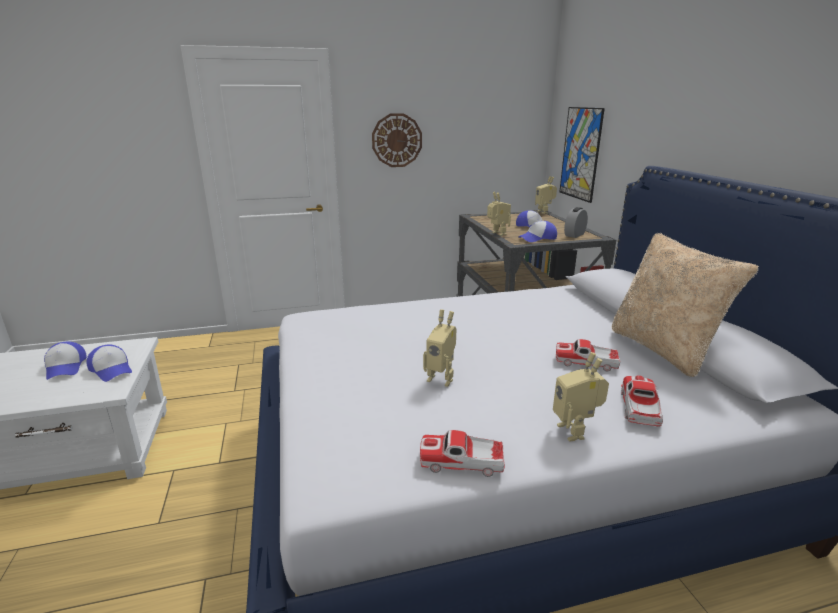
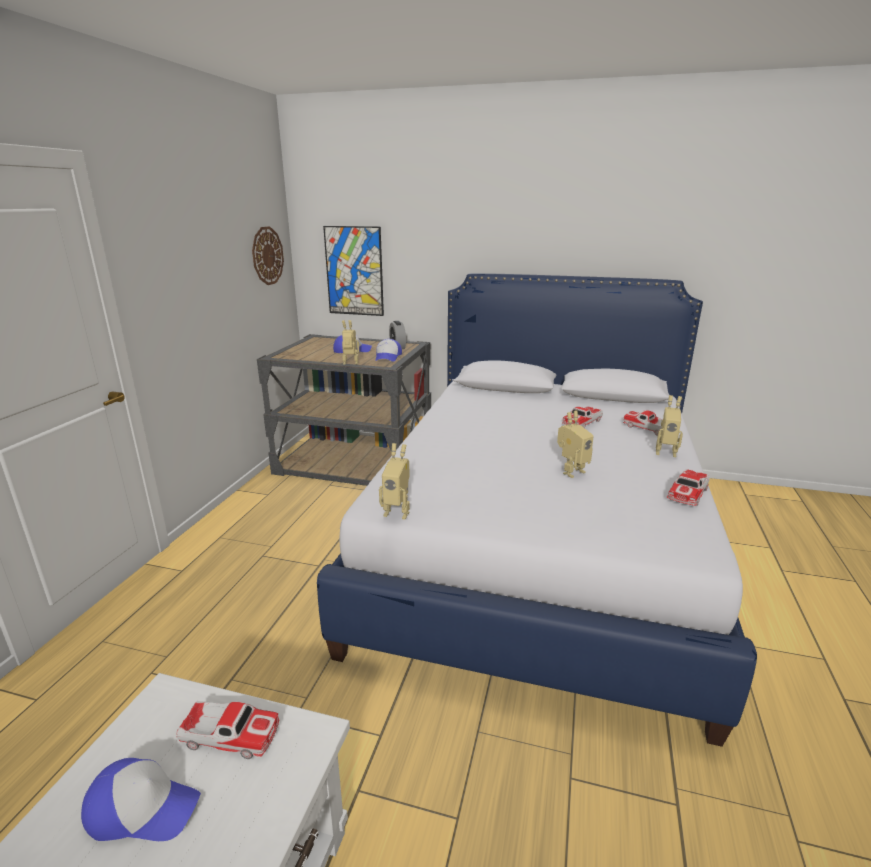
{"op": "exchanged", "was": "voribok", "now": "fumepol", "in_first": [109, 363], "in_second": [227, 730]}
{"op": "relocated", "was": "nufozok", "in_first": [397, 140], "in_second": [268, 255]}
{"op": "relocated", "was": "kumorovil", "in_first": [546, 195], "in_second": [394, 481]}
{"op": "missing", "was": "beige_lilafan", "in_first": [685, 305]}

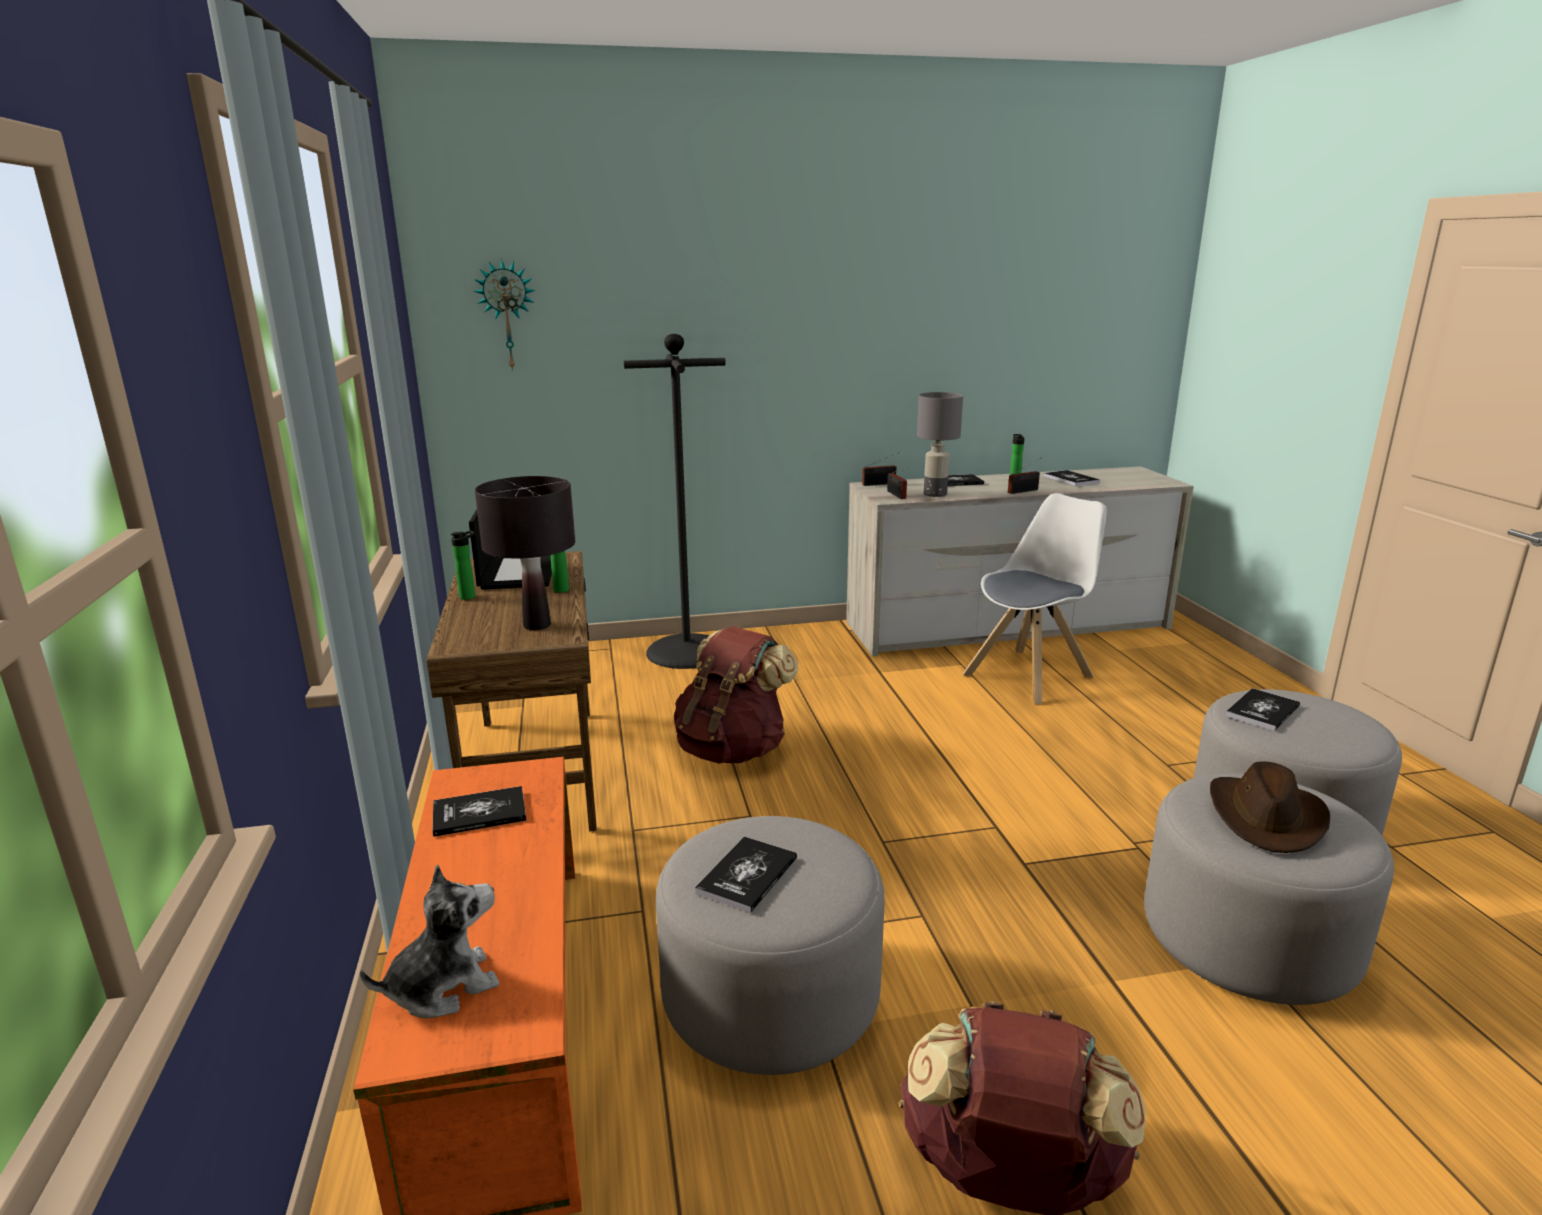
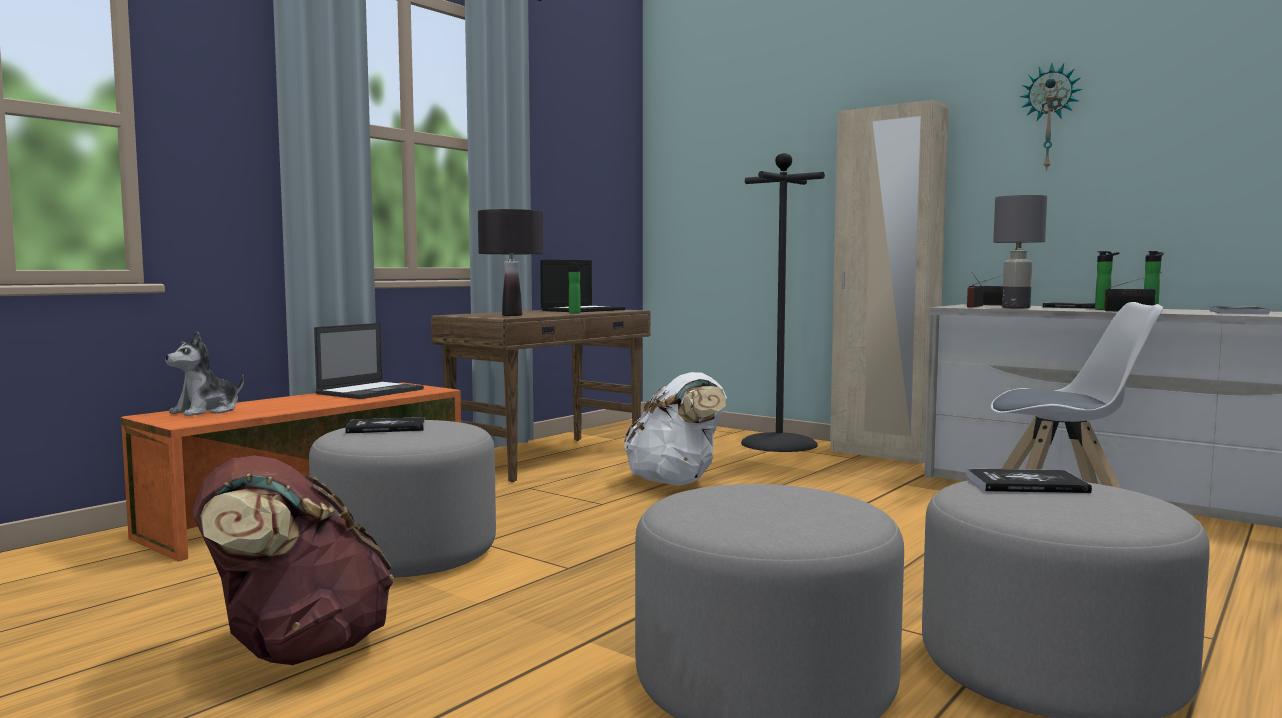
{"op": "spun", "was": "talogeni", "in_first": [429, 941], "in_second": [204, 373], "clockwise": 105}
{"op": "exchanged", "was": "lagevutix", "now": "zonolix", "in_first": [479, 811], "in_second": [369, 361]}
{"op": "colour", "was": "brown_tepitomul", "now": "white_tepitomul", "in_first": [736, 695], "in_second": [675, 429]}
{"op": "appeared", "now": "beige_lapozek", "in_second": [889, 282]}
{"op": "relocated", "was": "nufozok", "in_first": [504, 315], "in_second": [1050, 117]}
{"op": "relocated", "was": "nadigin", "in_first": [463, 565], "in_second": [1107, 280]}
{"op": "missing", "was": "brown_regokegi", "in_first": [1270, 807]}

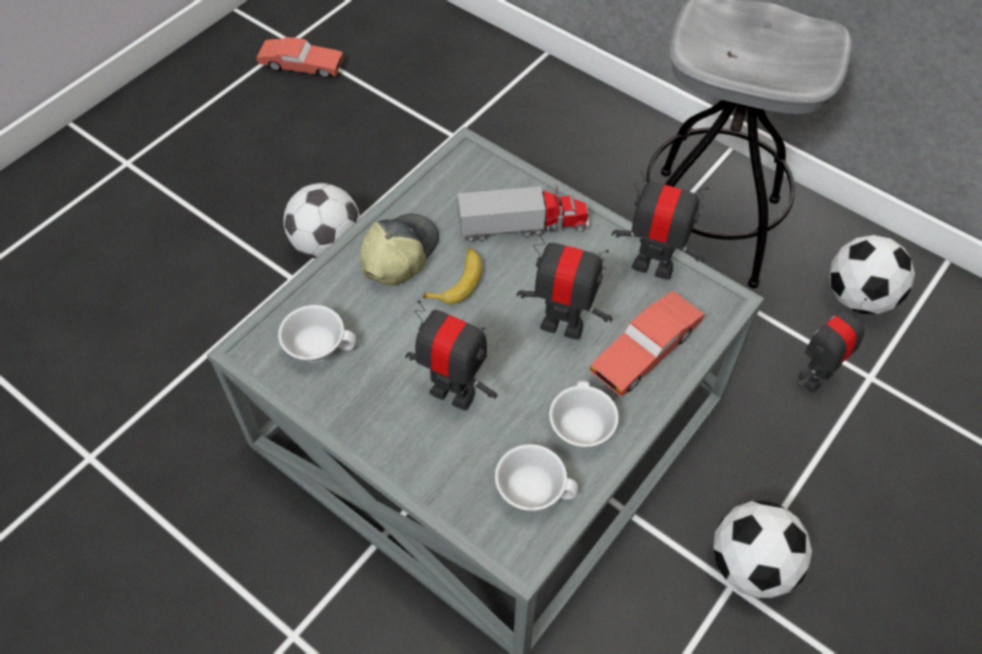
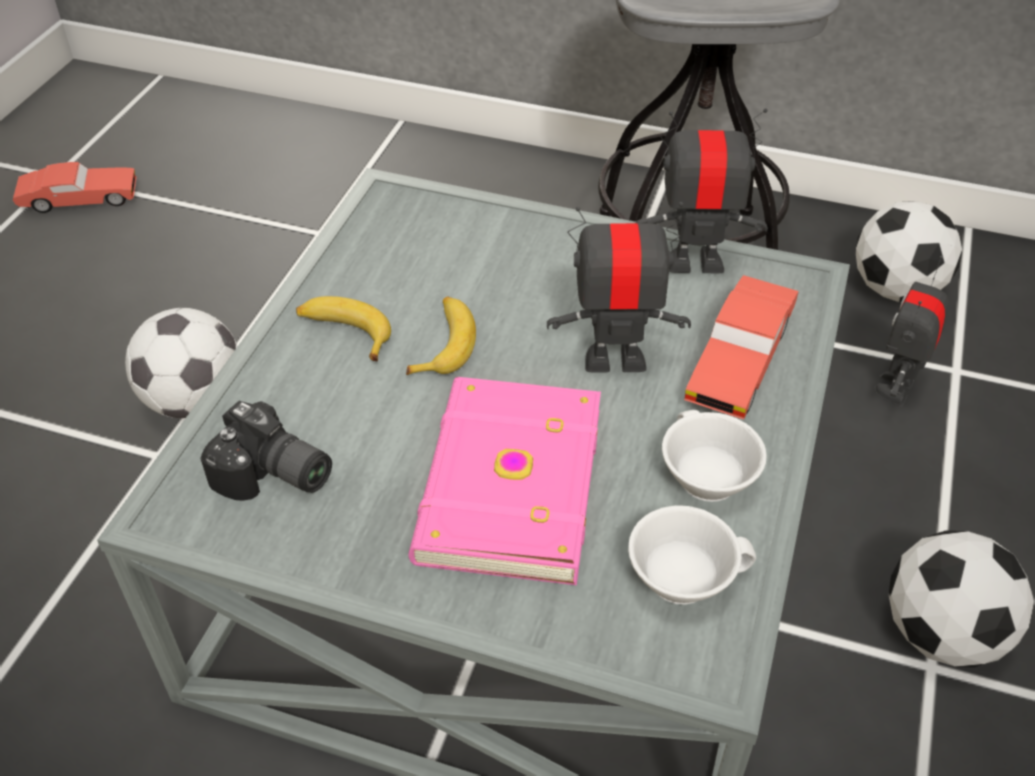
{"op": "exchanged", "was": "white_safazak", "now": "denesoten", "in_first": [317, 333], "in_second": [266, 450]}
{"op": "exchanged", "was": "voribok", "now": "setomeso", "in_first": [399, 250], "in_second": [343, 328]}
{"op": "exchanged", "was": "kumorovil", "now": "pink_lagevutix", "in_first": [451, 355], "in_second": [505, 481]}
{"op": "missing", "was": "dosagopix", "in_first": [523, 213]}

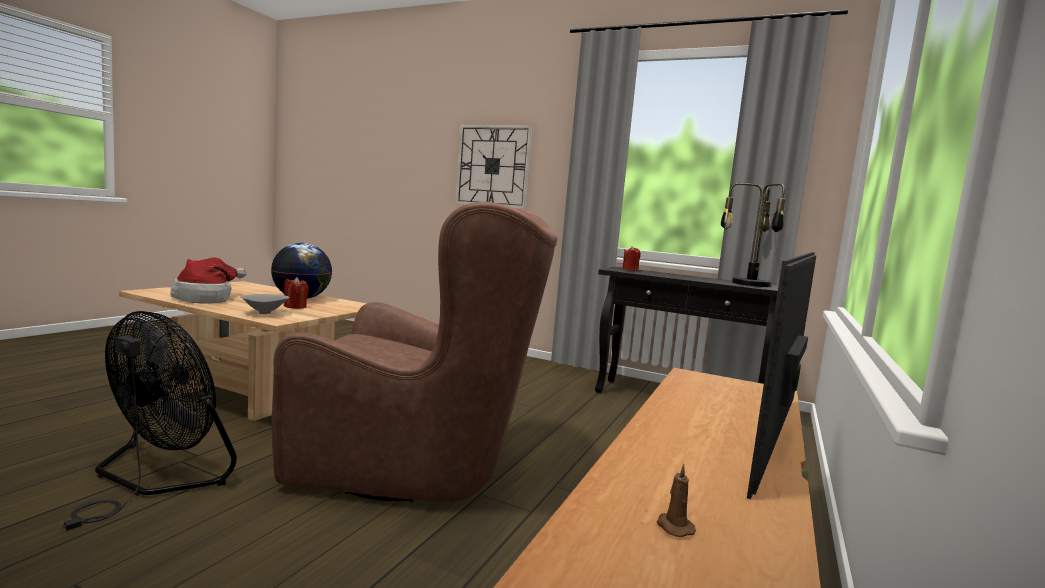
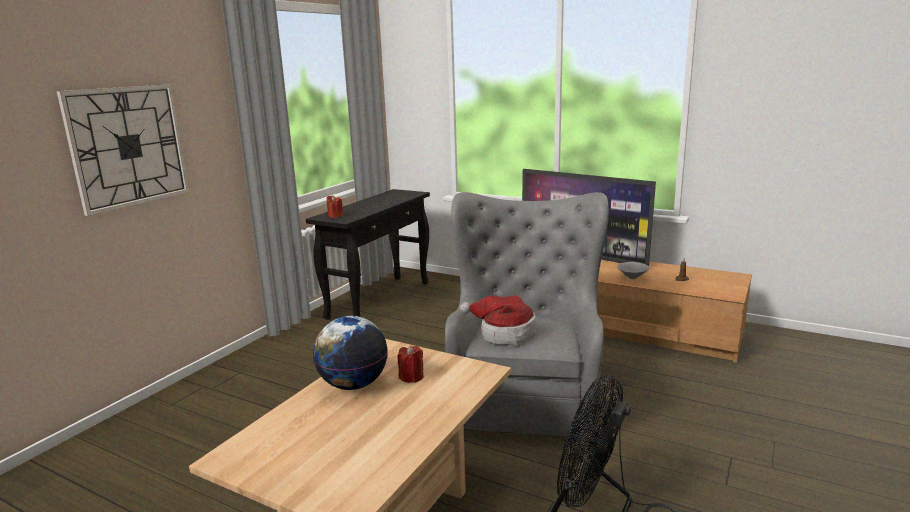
{"op": "colour", "was": "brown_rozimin", "now": "grey_rozimin", "in_first": [414, 352], "in_second": [527, 315]}
{"op": "relocated", "was": "regokegi", "in_first": [208, 280], "in_second": [498, 320]}
{"op": "relocated", "was": "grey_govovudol", "in_first": [264, 304], "in_second": [633, 270]}
{"op": "missing", "was": "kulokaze", "in_first": [753, 235]}

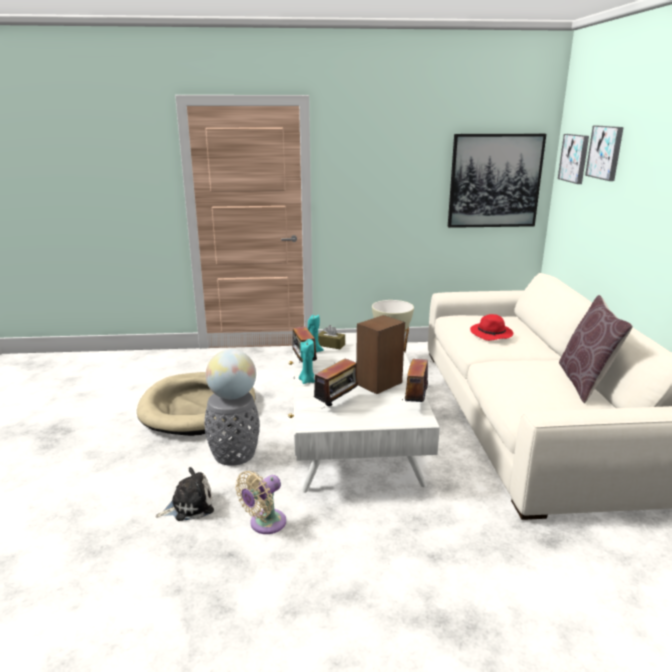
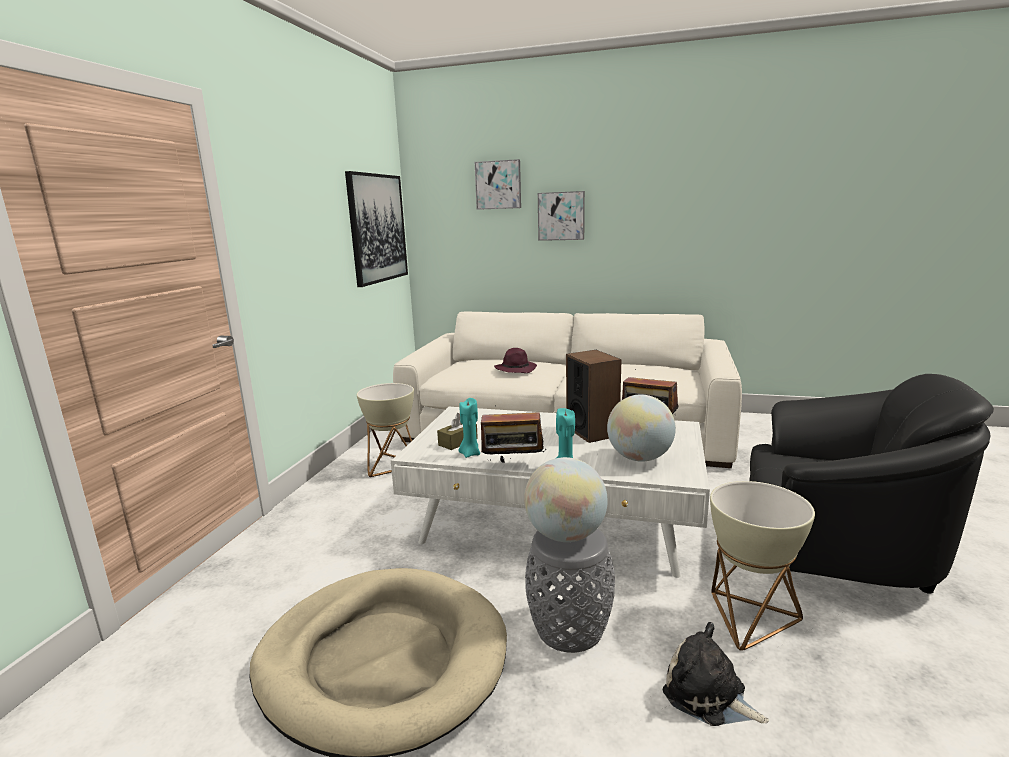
{"op": "colour", "was": "red_regokegi", "now": "purple_regokegi", "in_first": [491, 327], "in_second": [515, 360]}
{"op": "relocated", "was": "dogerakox", "in_first": [573, 159], "in_second": [561, 216]}
{"op": "exchanged", "was": "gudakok", "now": "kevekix", "in_first": [337, 383], "in_second": [641, 428]}
{"op": "spun", "was": "talogeni", "in_first": [184, 494], "in_second": [716, 674], "clockwise": -45}
{"op": "exchanged", "was": "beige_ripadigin", "now": "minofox", "in_first": [260, 502], "in_second": [762, 566]}
{"op": "appeared", "now": "black_rozimin", "in_second": [871, 484]}
{"op": "missing", "was": "brown_lilafan", "in_first": [596, 349]}

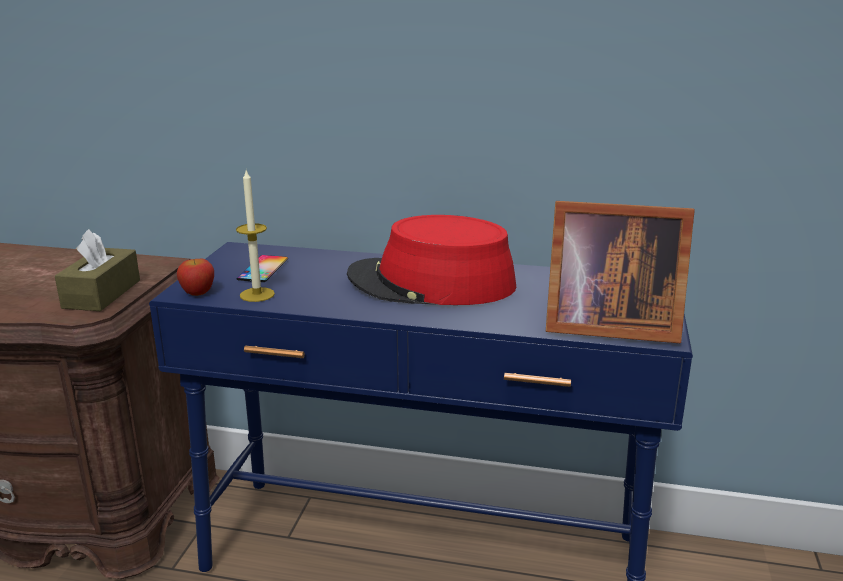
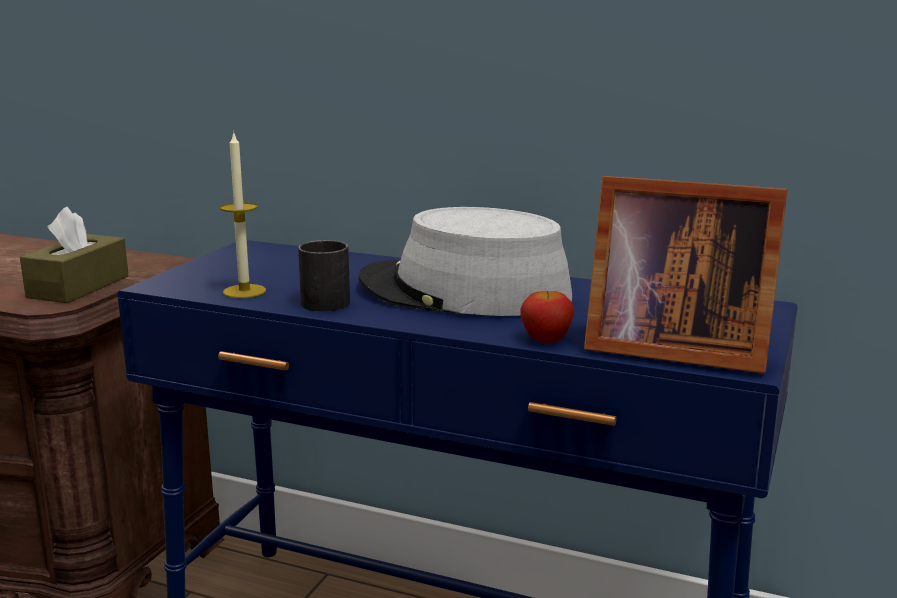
{"op": "appeared", "now": "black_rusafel", "in_second": [324, 276]}
{"op": "colour", "was": "red_regokegi", "now": "grey_regokegi", "in_first": [431, 260], "in_second": [465, 261]}
{"op": "relocated", "was": "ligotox", "in_first": [195, 277], "in_second": [547, 317]}
{"op": "missing", "was": "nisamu", "in_first": [262, 268]}

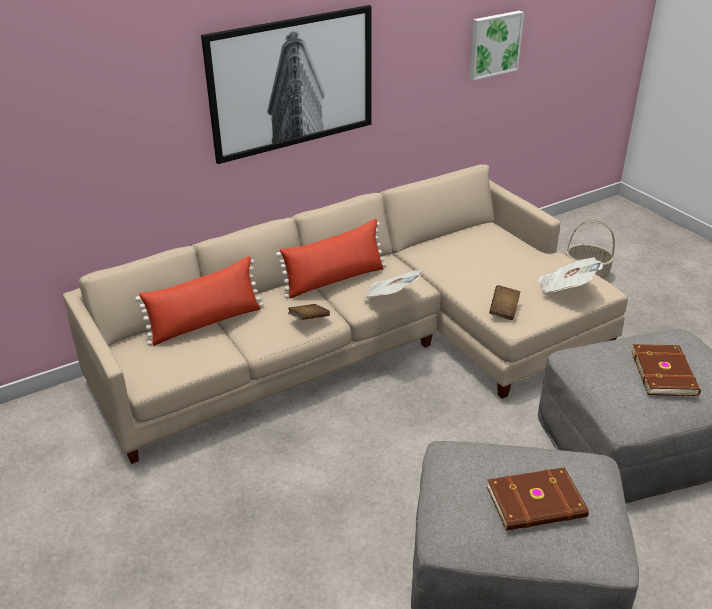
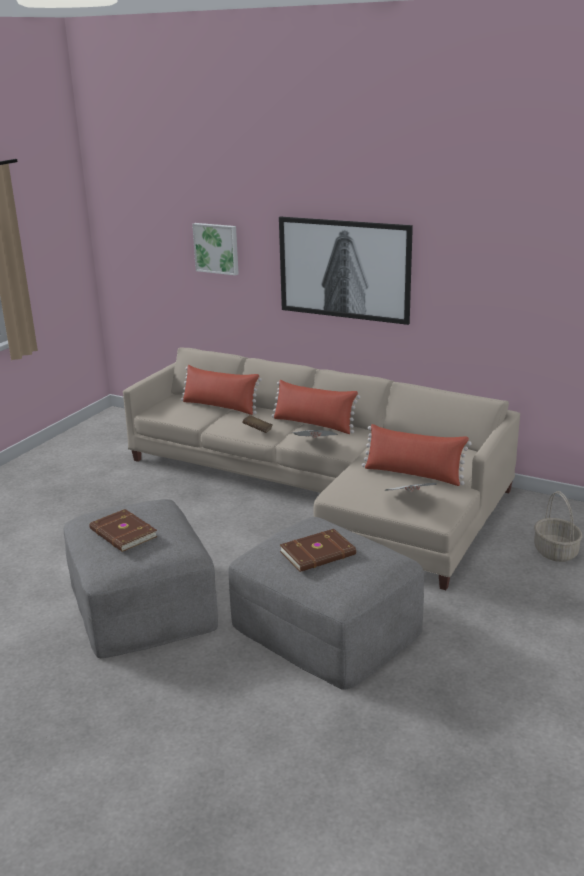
{"op": "relocated", "was": "dogerakox", "in_first": [496, 45], "in_second": [215, 249]}
{"op": "appeared", "now": "red_lilafan", "in_second": [417, 455]}
{"op": "missing", "was": "brown_lagevutix", "in_first": [504, 302]}

